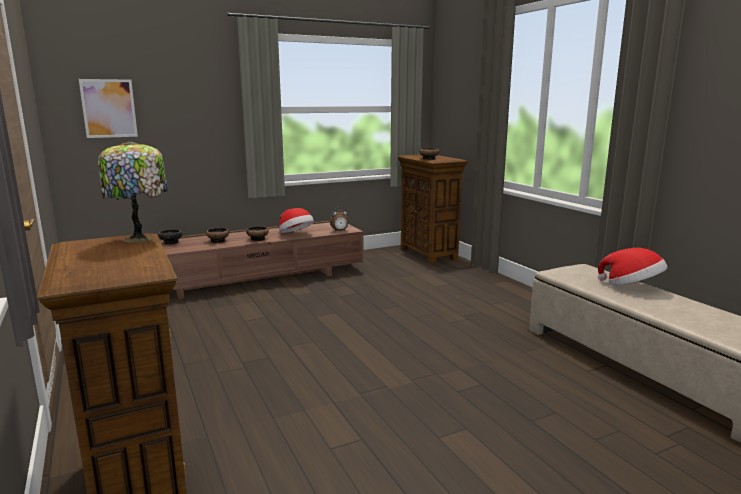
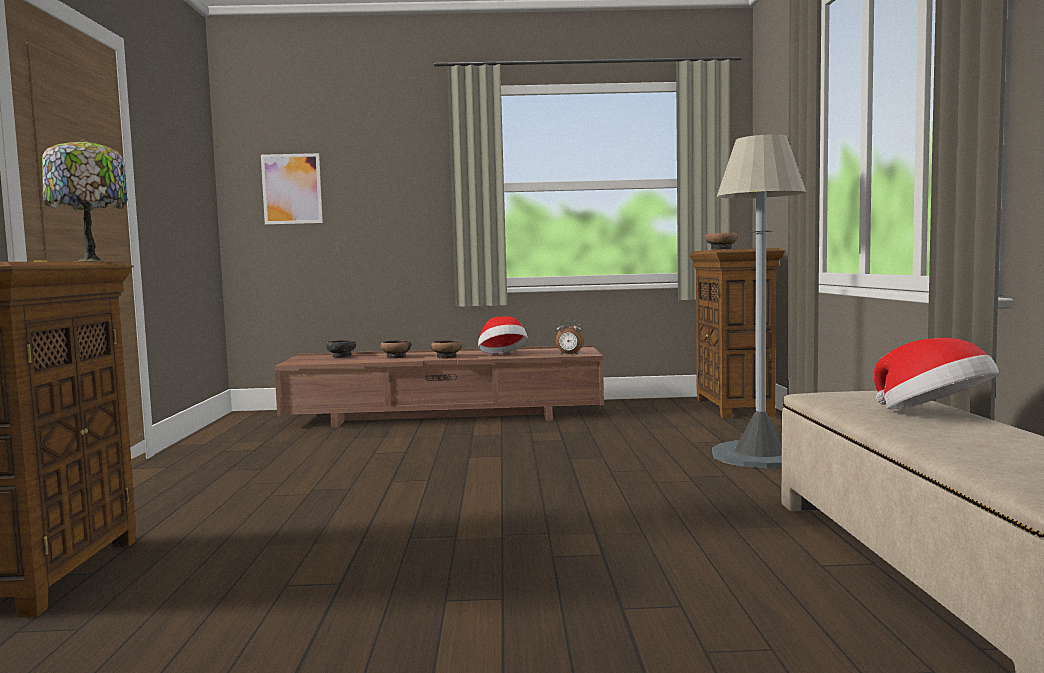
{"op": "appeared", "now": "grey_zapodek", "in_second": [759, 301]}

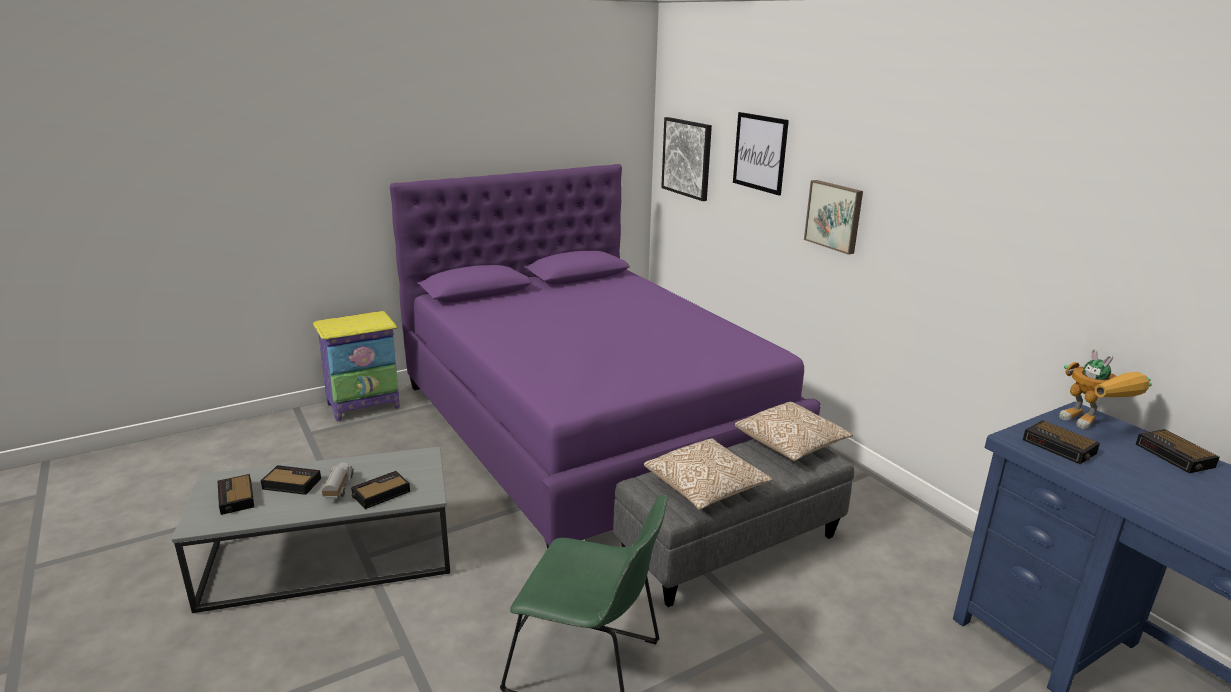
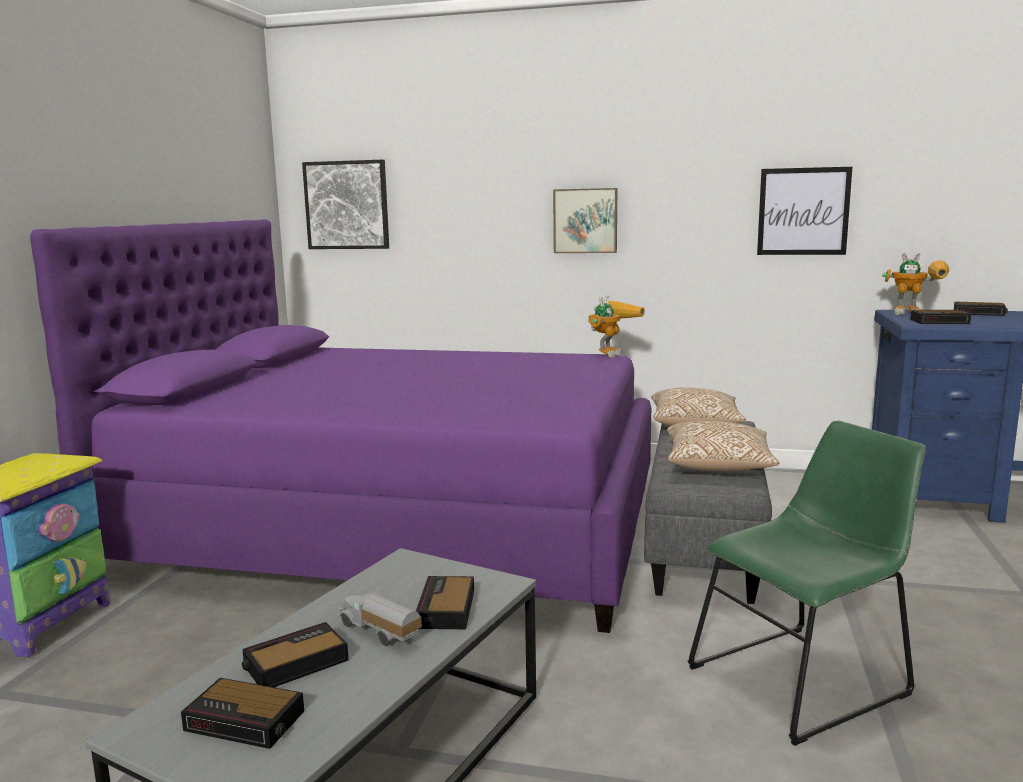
{"op": "appeared", "now": "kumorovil", "in_second": [616, 326]}
{"op": "relocated", "was": "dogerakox", "in_first": [761, 154], "in_second": [804, 211]}

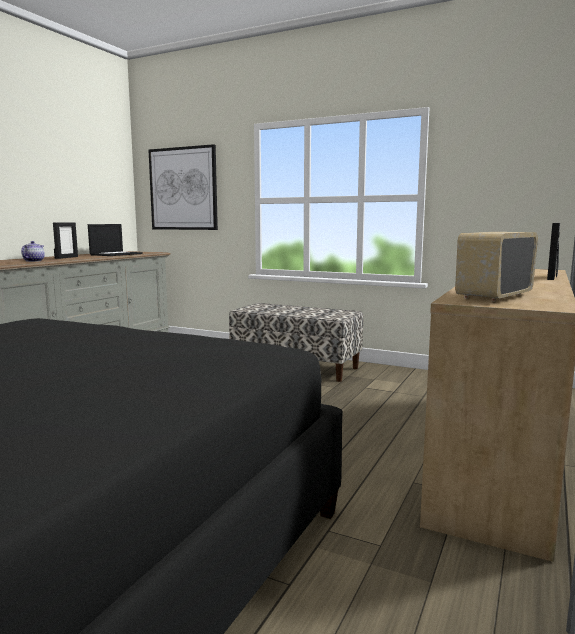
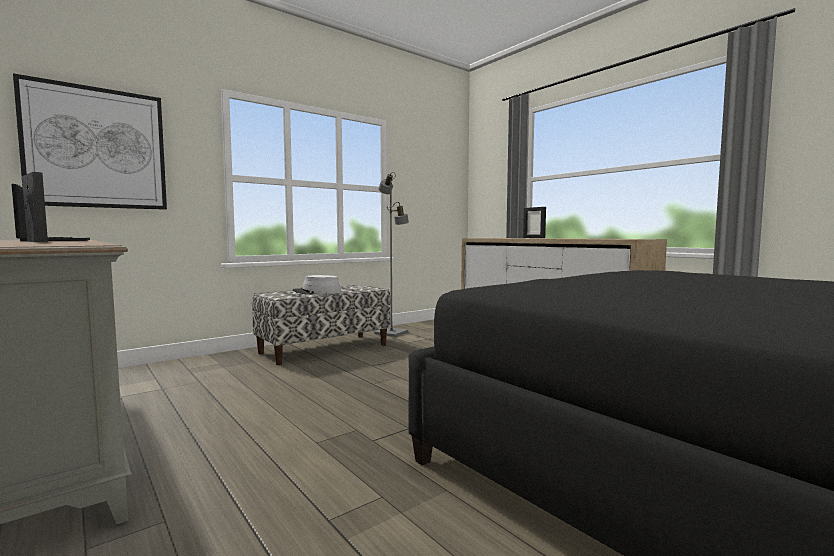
{"op": "appeared", "now": "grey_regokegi", "in_second": [317, 284]}
{"op": "appeared", "now": "grey_zapodek", "in_second": [392, 254]}
{"op": "missing", "was": "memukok", "in_first": [33, 251]}
{"op": "missing", "was": "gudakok", "in_first": [496, 267]}

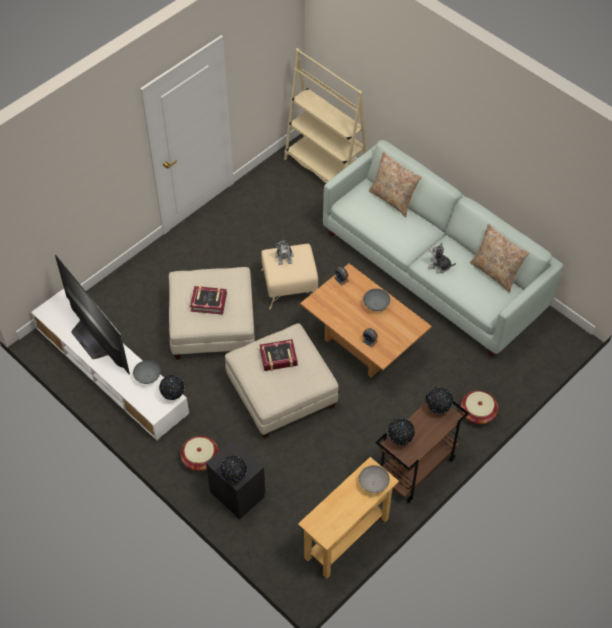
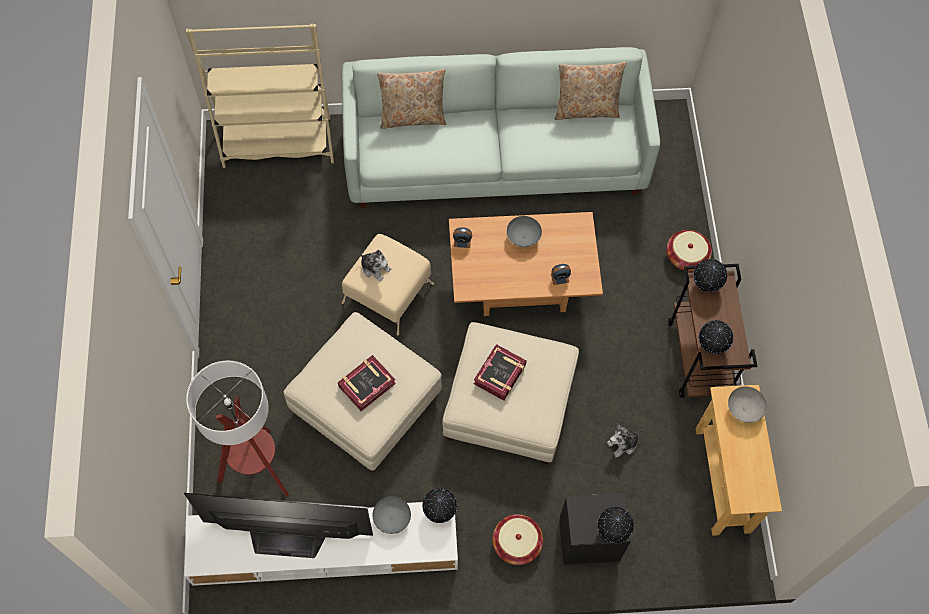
{"op": "appeared", "now": "zapodek", "in_second": [237, 429]}
{"op": "relocated", "was": "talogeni", "in_first": [442, 257], "in_second": [625, 440]}

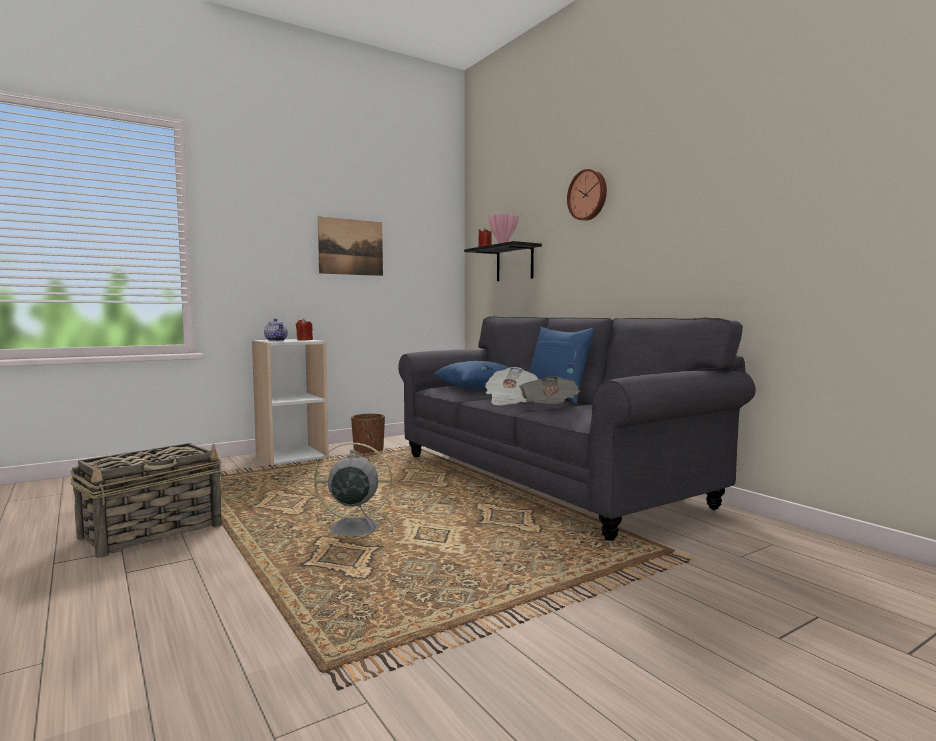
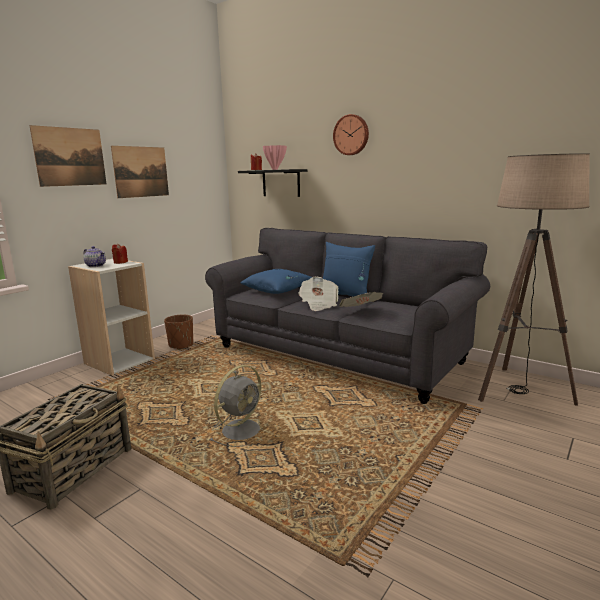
{"op": "appeared", "now": "dogerakox", "in_second": [67, 156]}
{"op": "spun", "was": "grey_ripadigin", "in_first": [353, 492], "in_second": [235, 406], "clockwise": 150}
{"op": "appeared", "now": "zapodek", "in_second": [534, 279]}

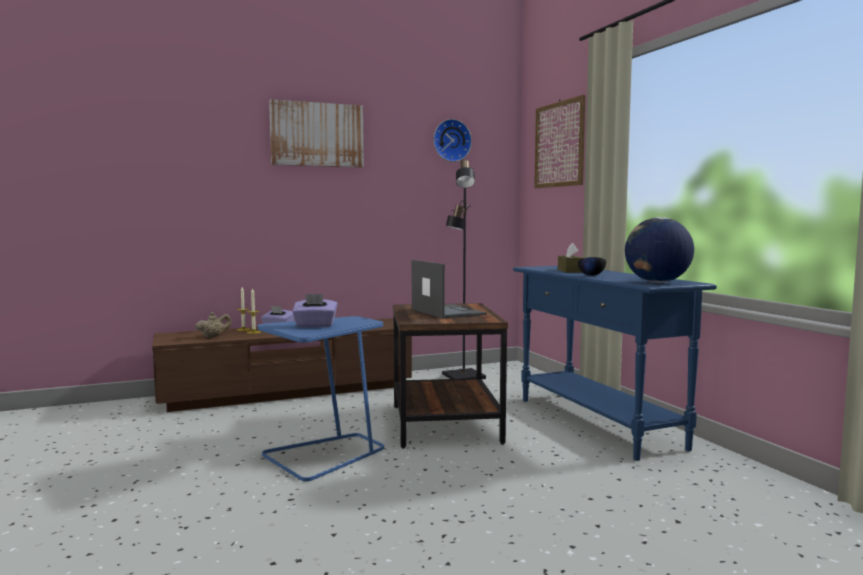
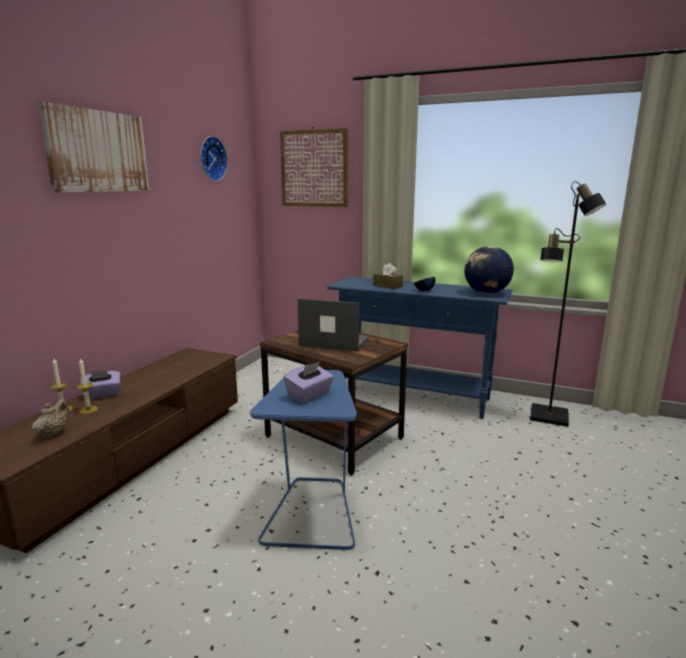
{"op": "relocated", "was": "black_zapodek", "in_first": [464, 269], "in_second": [568, 304]}

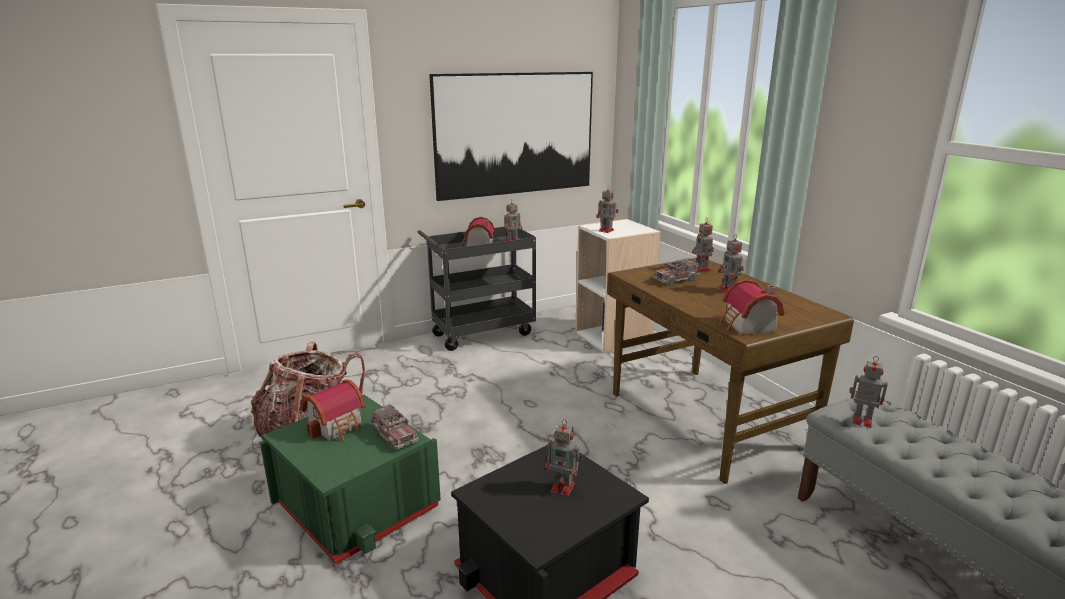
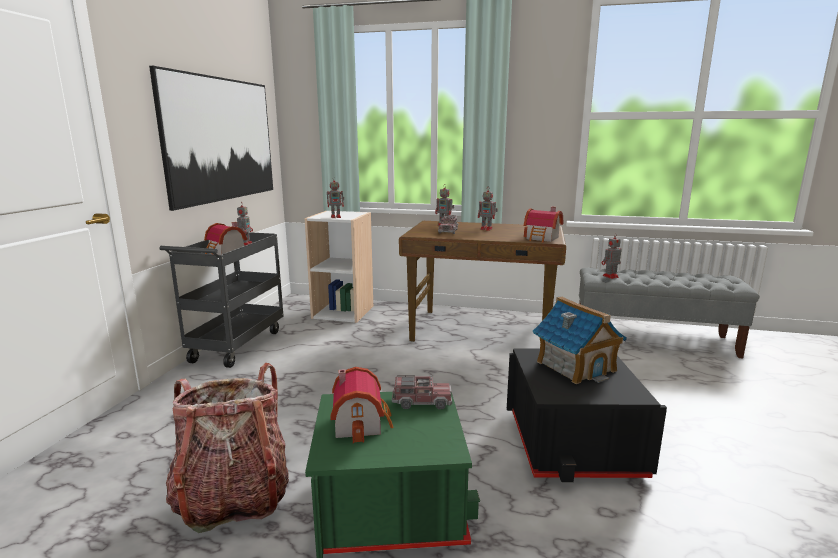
{"op": "exchanged", "was": "kumorovil", "now": "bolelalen", "in_first": [564, 457], "in_second": [580, 340]}

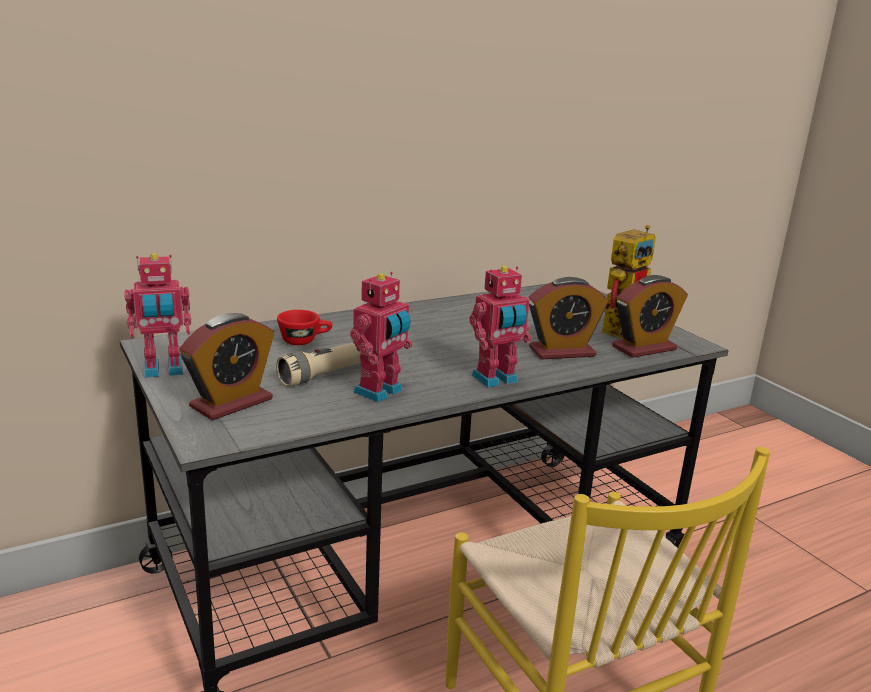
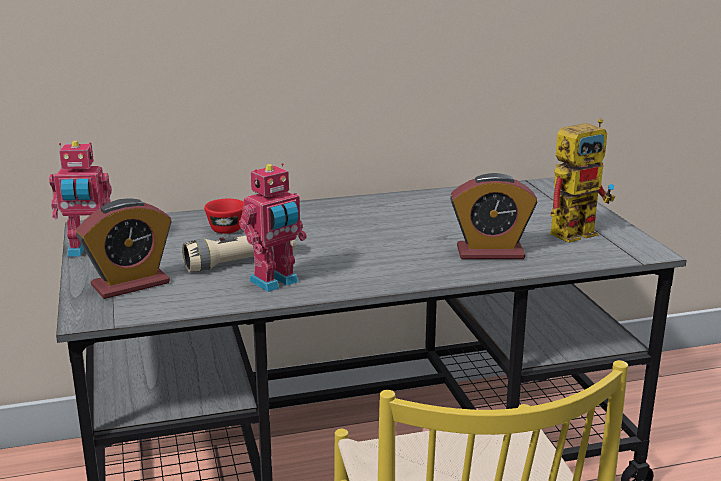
{"op": "missing", "was": "kumorovil", "in_first": [500, 327]}
{"op": "missing", "was": "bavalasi", "in_first": [650, 316]}

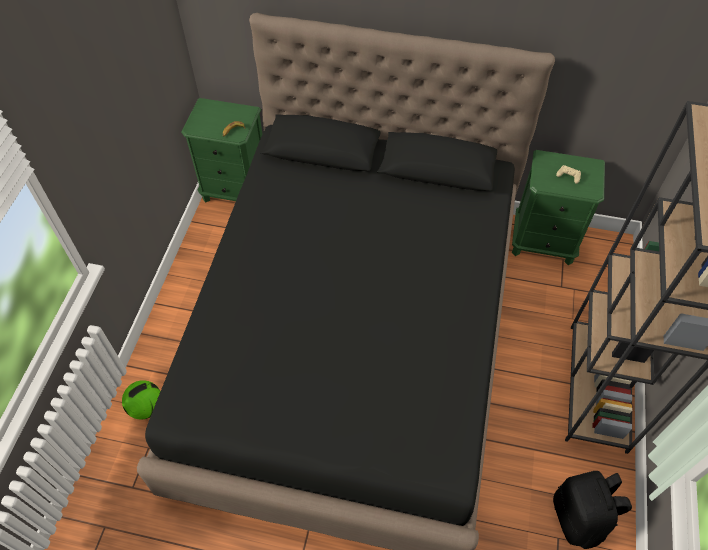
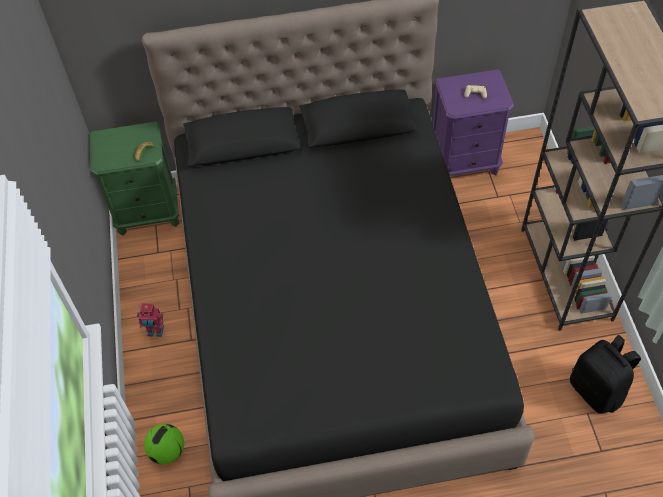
{"op": "appeared", "now": "kumorovil", "in_second": [150, 320]}
{"op": "colour", "was": "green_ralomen", "now": "purple_ralomen", "in_first": [558, 207], "in_second": [473, 122]}

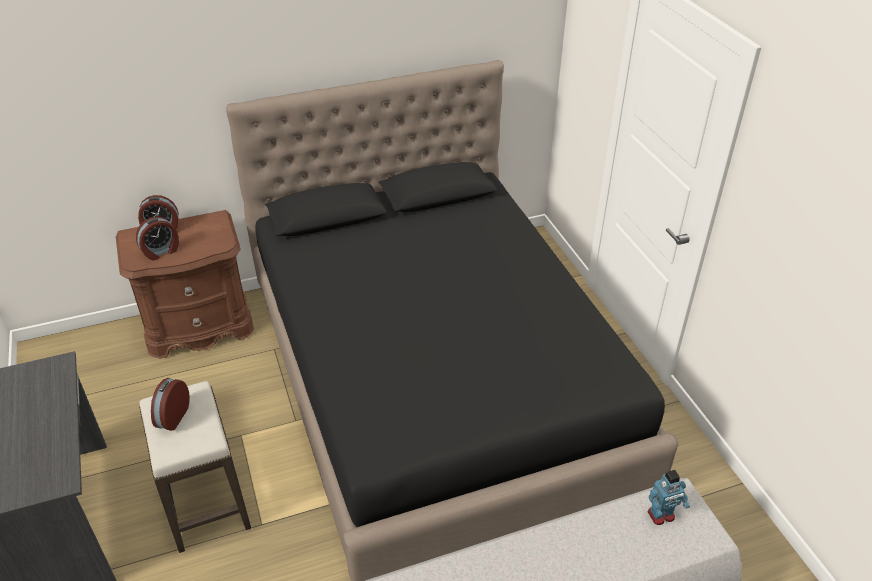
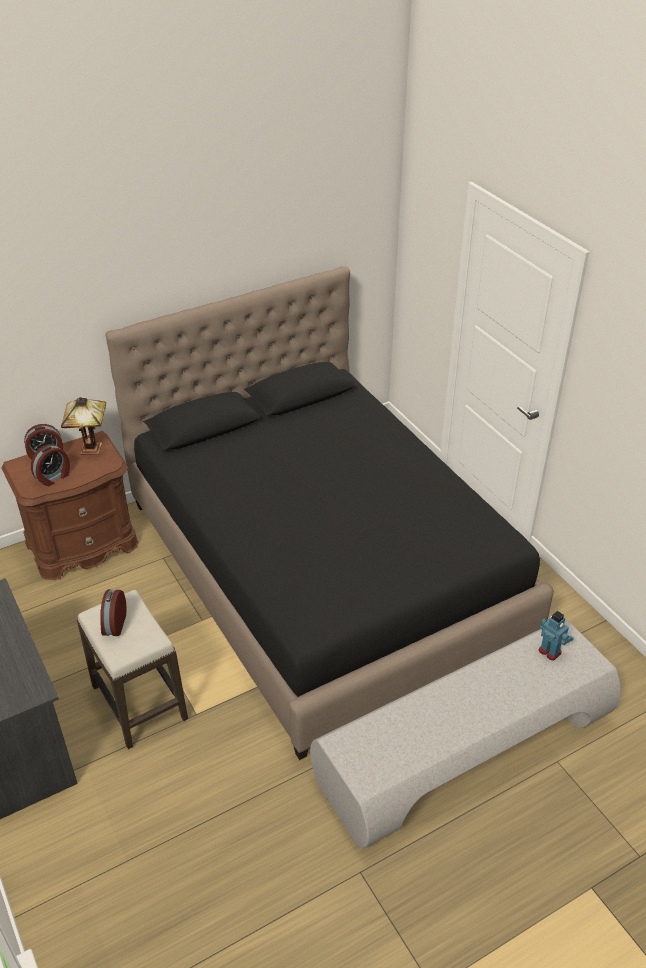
{"op": "appeared", "now": "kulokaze", "in_second": [83, 426]}
{"op": "spun", "was": "kumorovil", "in_first": [669, 497], "in_second": [556, 636], "clockwise": -105}

